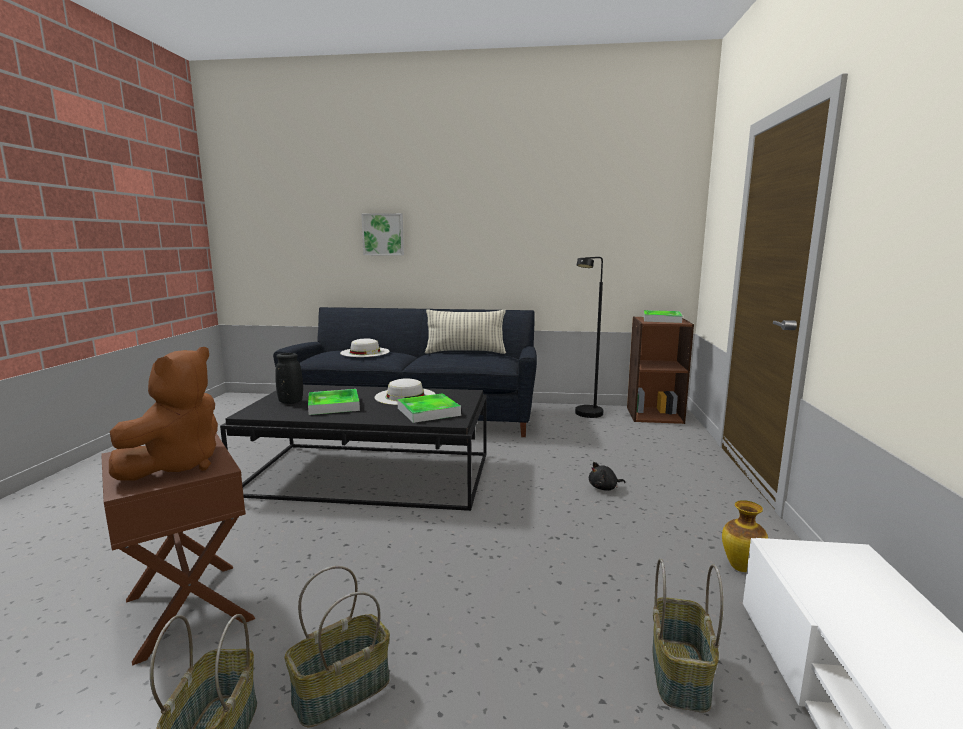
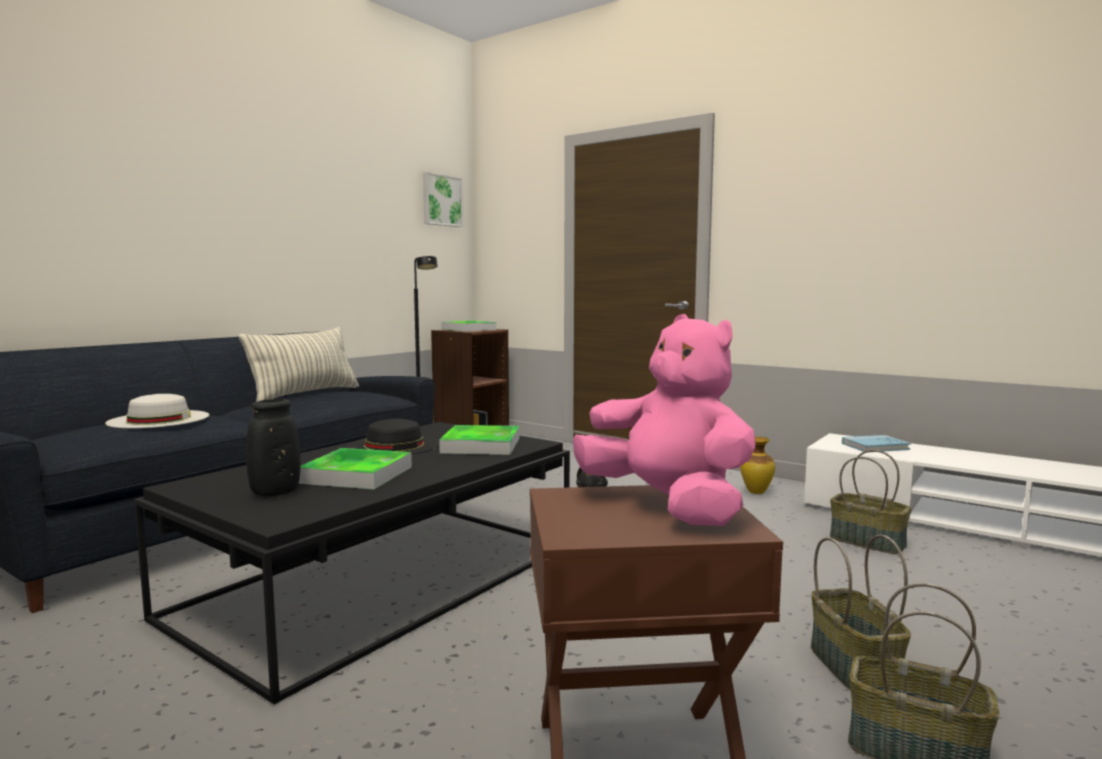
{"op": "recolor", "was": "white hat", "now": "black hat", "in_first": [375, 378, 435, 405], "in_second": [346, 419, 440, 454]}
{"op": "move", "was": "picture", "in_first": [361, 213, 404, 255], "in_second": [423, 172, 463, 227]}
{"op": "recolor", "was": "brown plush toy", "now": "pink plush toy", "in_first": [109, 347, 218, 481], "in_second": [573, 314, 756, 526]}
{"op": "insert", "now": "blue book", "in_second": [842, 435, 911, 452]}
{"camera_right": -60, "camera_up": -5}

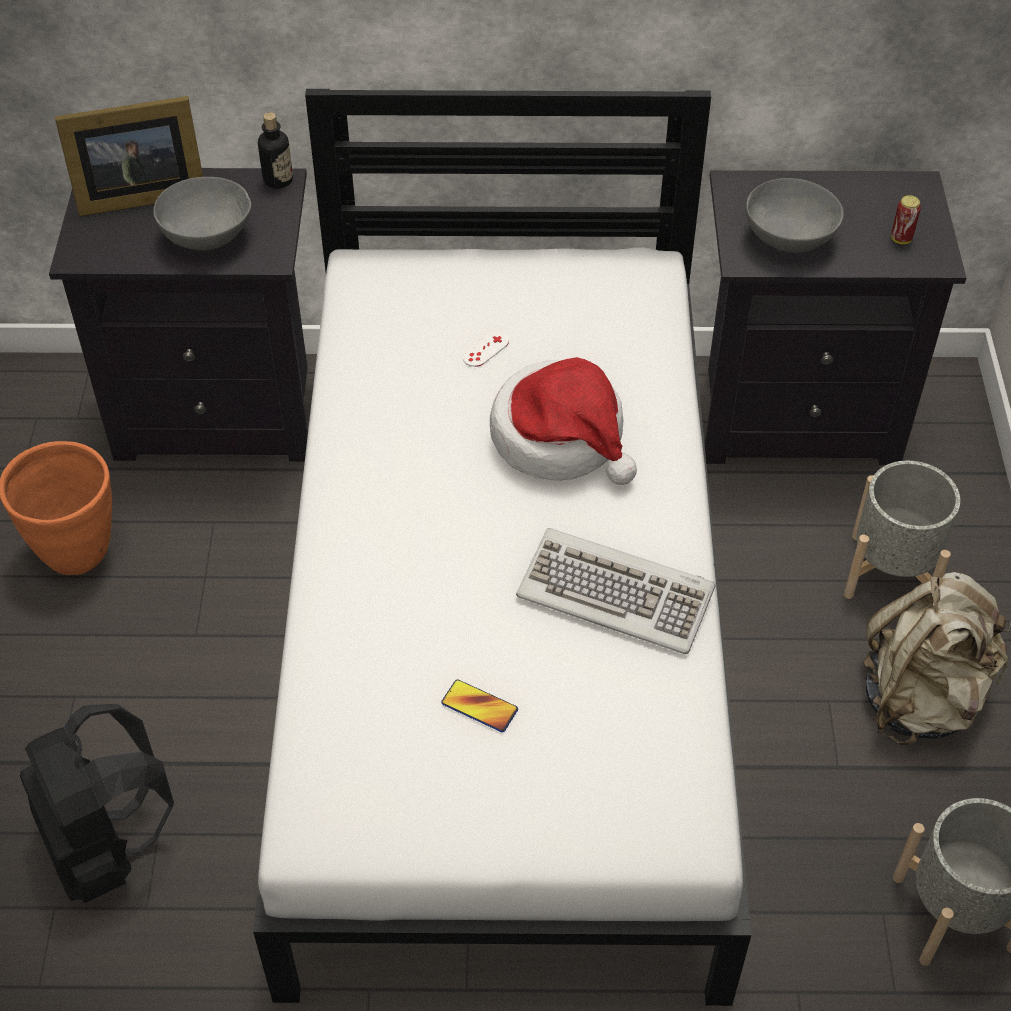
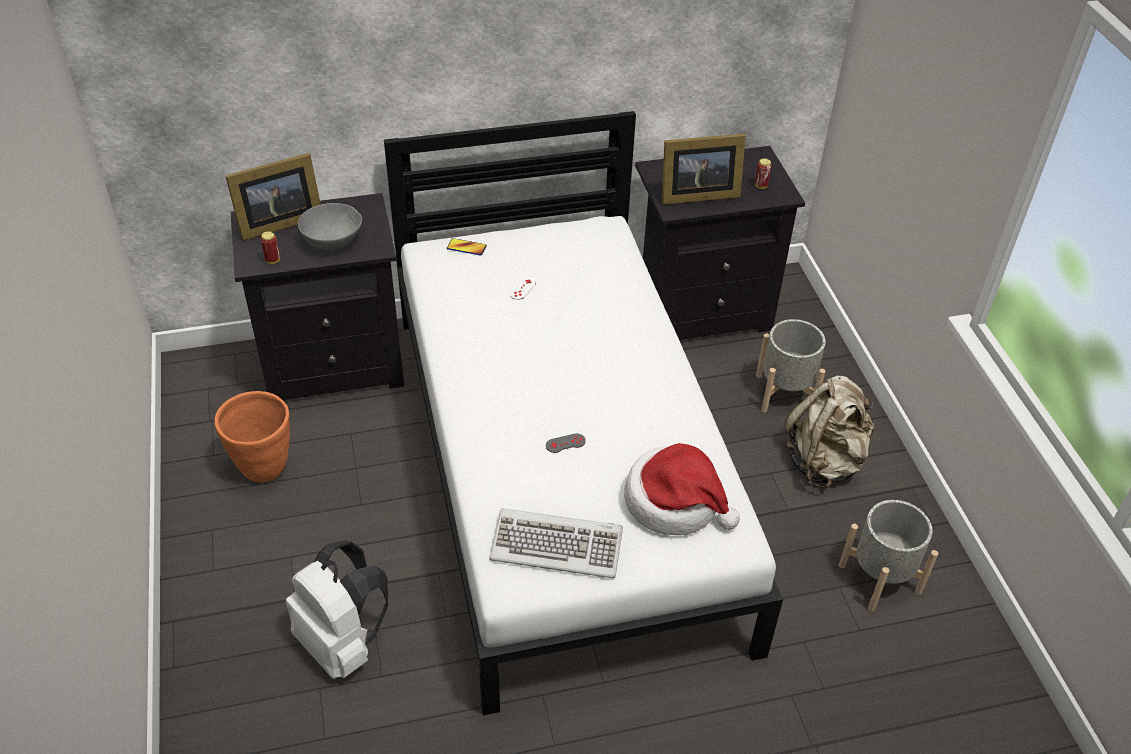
{"op": "insert", "now": "can", "in_second": [261, 231, 280, 264]}
{"op": "recolor", "was": "black backpack", "now": "white backpack", "in_first": [20, 704, 174, 903], "in_second": [286, 540, 388, 679]}
{"op": "move", "was": "phone", "in_first": [441, 680, 518, 732], "in_second": [447, 238, 487, 256]}
{"op": "move", "was": "keyboard", "in_first": [516, 528, 716, 654], "in_second": [489, 508, 623, 578]}
{"op": "insert", "now": "grey game controller", "in_second": [546, 433, 586, 453]}
{"op": "move", "was": "hat", "in_first": [490, 357, 637, 485], "in_second": [624, 443, 740, 535]}
{"op": "replace", "was": "grey bowl", "now": "picture frame", "in_first": [746, 178, 844, 253], "in_second": [662, 133, 746, 205]}
{"op": "delete", "was": "bottle", "in_first": [258, 112, 293, 189]}
{"camera_right": -15, "camera_up": -5}

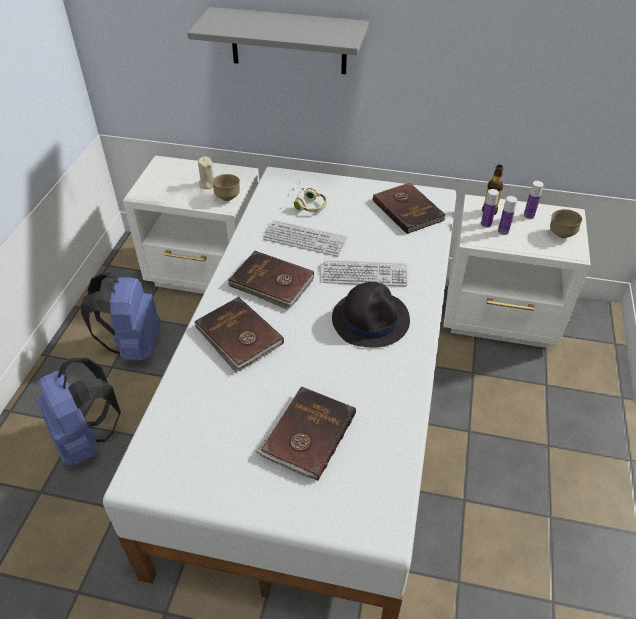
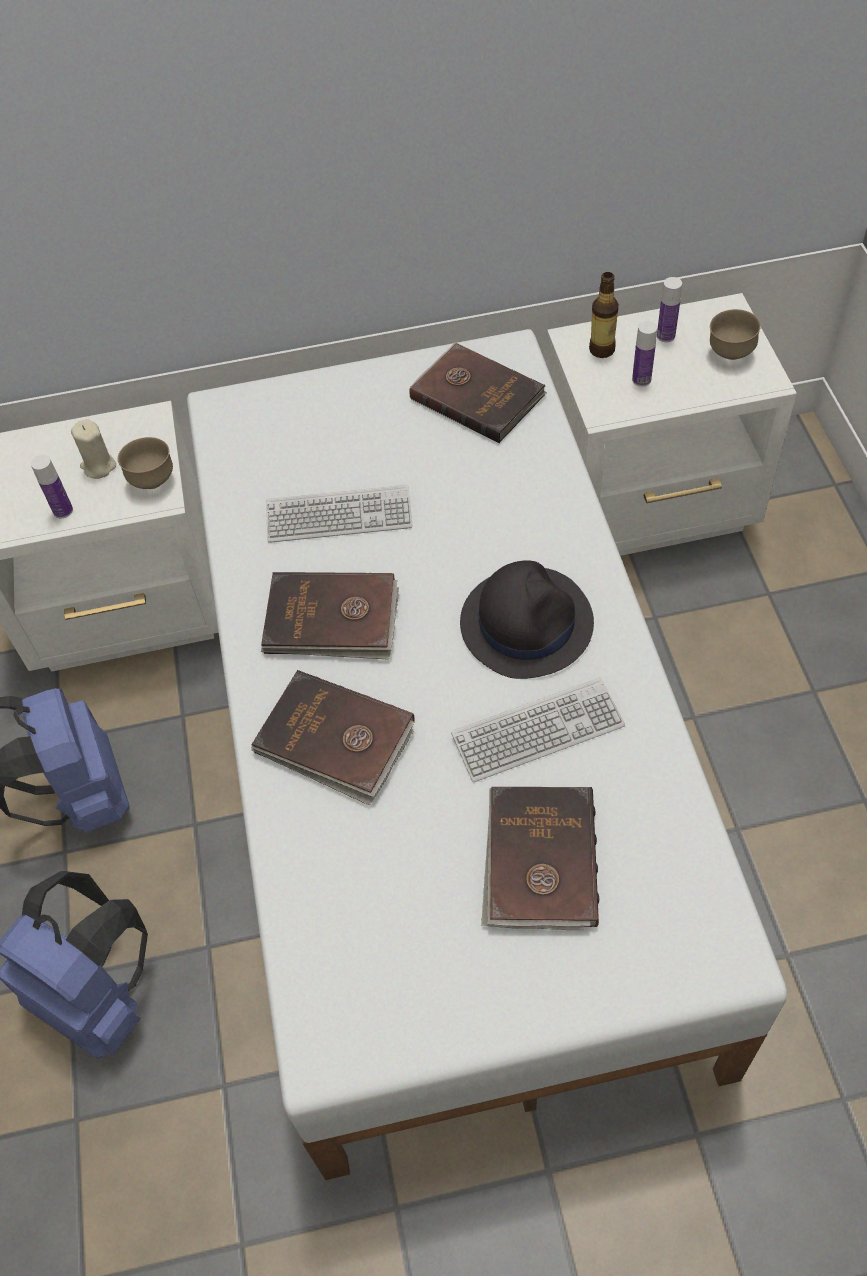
{"op": "move", "was": "bottle", "in_first": [481, 189, 499, 228], "in_second": [31, 455, 73, 518]}
{"op": "move", "was": "keyboard", "in_first": [322, 260, 408, 286], "in_second": [451, 677, 625, 782]}
{"op": "delete", "was": "grey shelf", "in_first": [187, 7, 369, 74]}
{"op": "delete", "was": "beige headphones", "in_first": [292, 180, 327, 212]}
{"camera_right": -20, "camera_up": 10}

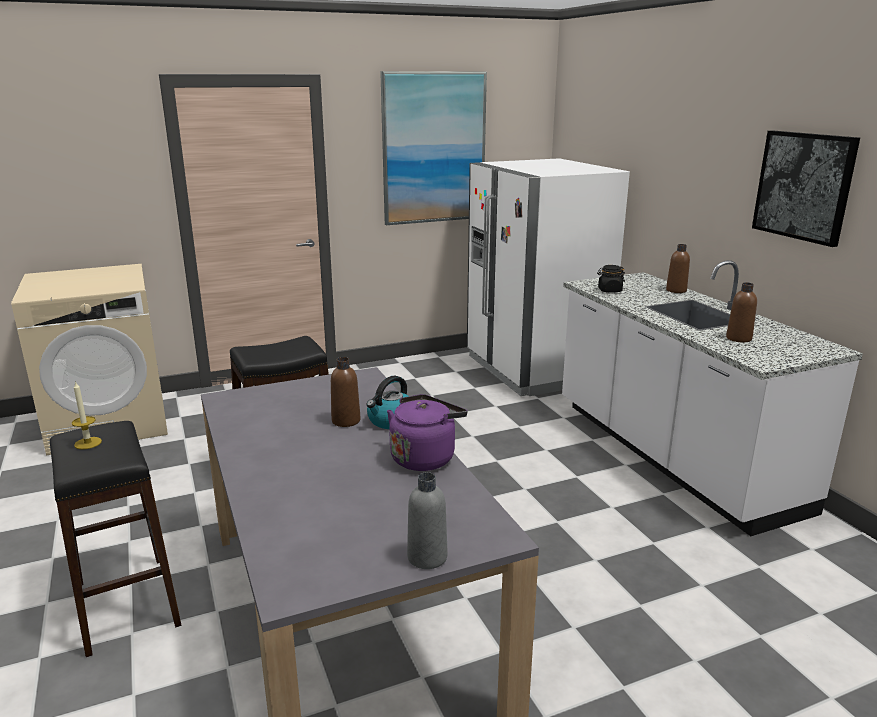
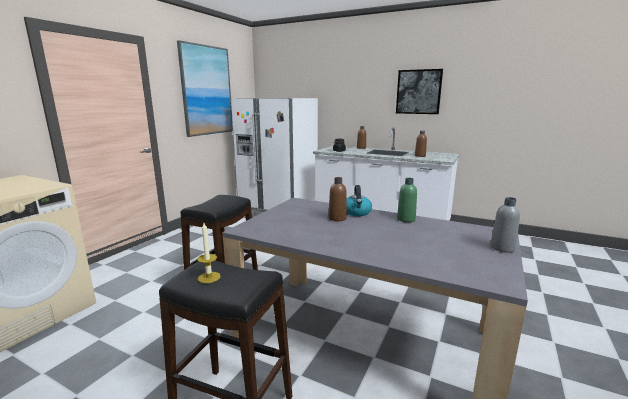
{"op": "replace", "was": "purple kettle", "now": "green bottle", "in_first": [387, 394, 467, 471], "in_second": [397, 178, 417, 222]}
{"camera_right": -40, "camera_up": -5}

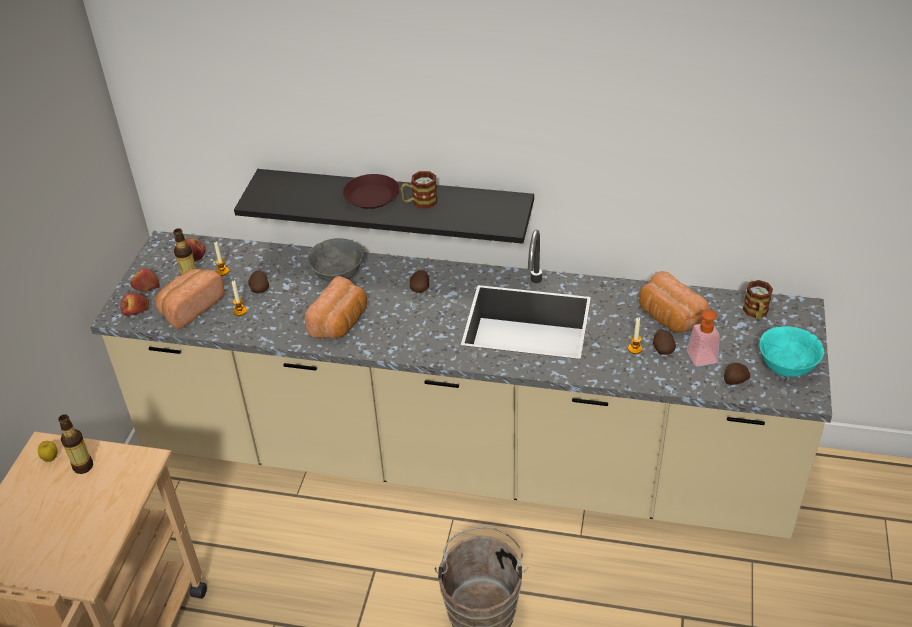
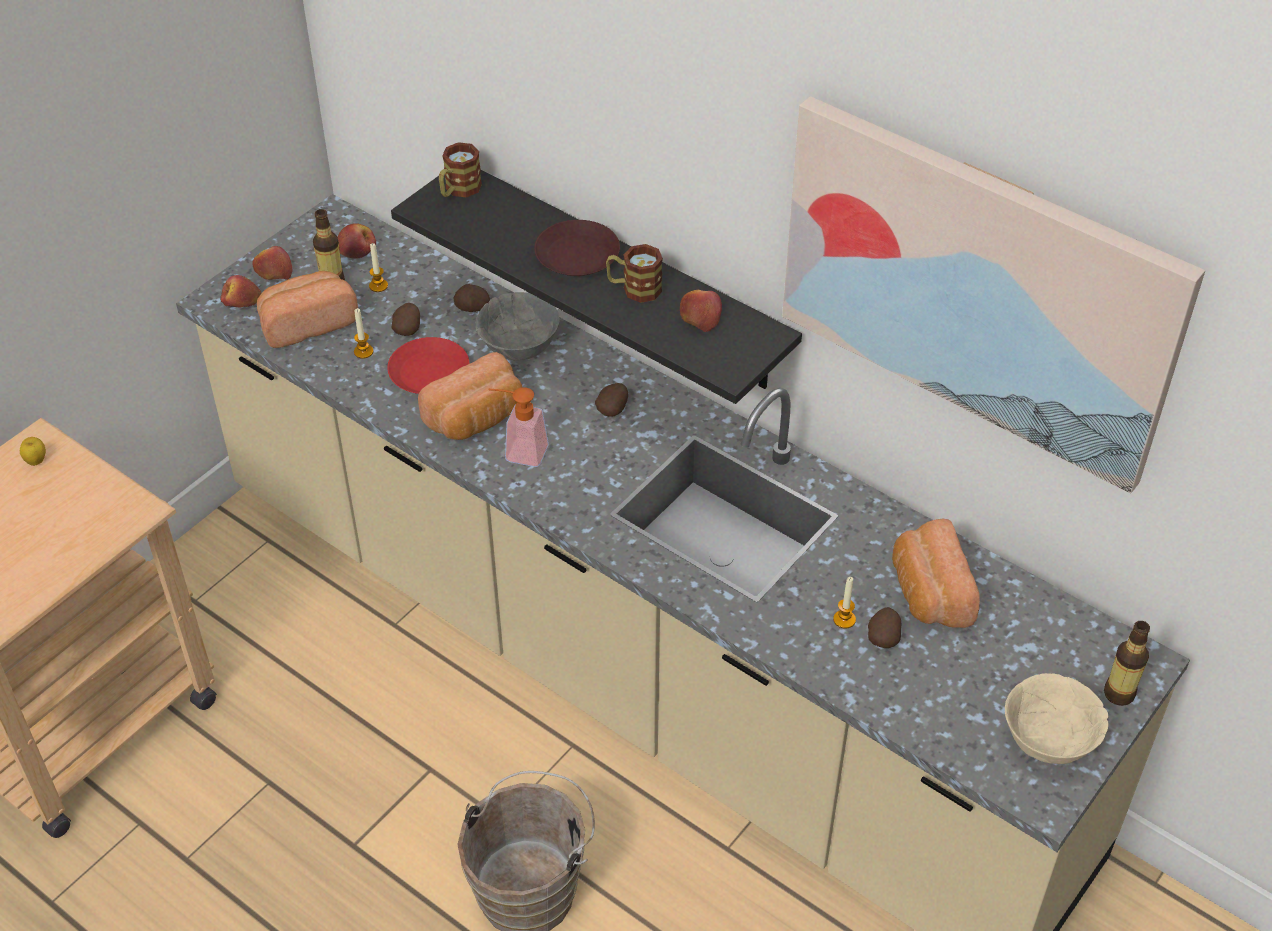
{"op": "insert", "now": "red plate", "in_second": [387, 337, 469, 394]}
{"op": "move", "was": "mug", "in_first": [743, 280, 773, 321], "in_second": [439, 142, 482, 198]}
{"op": "move", "was": "potato", "in_first": [724, 363, 750, 385], "in_second": [453, 284, 490, 312]}
{"op": "move", "was": "soap dispenser", "in_first": [685, 310, 720, 367], "in_second": [488, 387, 549, 467]}
{"op": "insert", "now": "apple", "in_second": [680, 290, 722, 332]}
{"op": "insert", "now": "picture", "in_second": [782, 96, 1205, 493]}
{"op": "recolor", "was": "turquoise bowl", "now": "beige bowl", "in_first": [759, 326, 824, 377], "in_second": [1005, 673, 1109, 764]}
{"op": "move", "was": "bottle", "in_first": [58, 414, 93, 474], "in_second": [1104, 621, 1150, 706]}
{"camera_right": 25, "camera_up": 5}

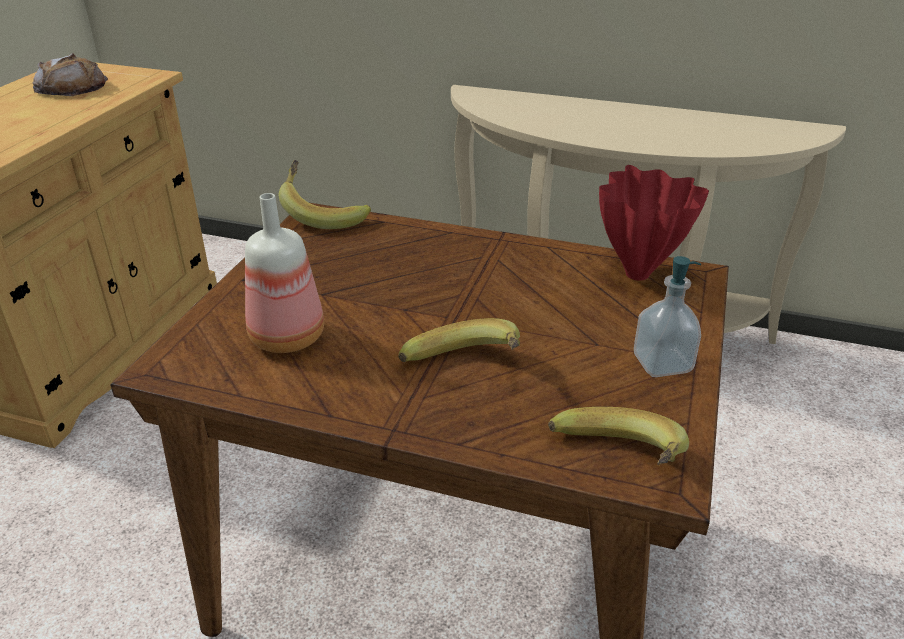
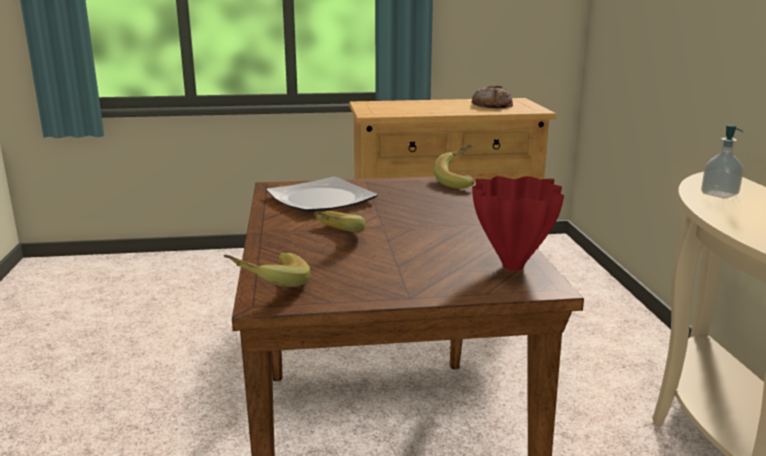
{"op": "replace", "was": "bottle", "now": "plate", "in_first": [245, 193, 324, 353], "in_second": [266, 177, 378, 212]}
{"op": "move", "was": "soap dispenser", "in_first": [634, 256, 701, 377], "in_second": [701, 125, 744, 198]}
{"camera_right": 65, "camera_up": -15}

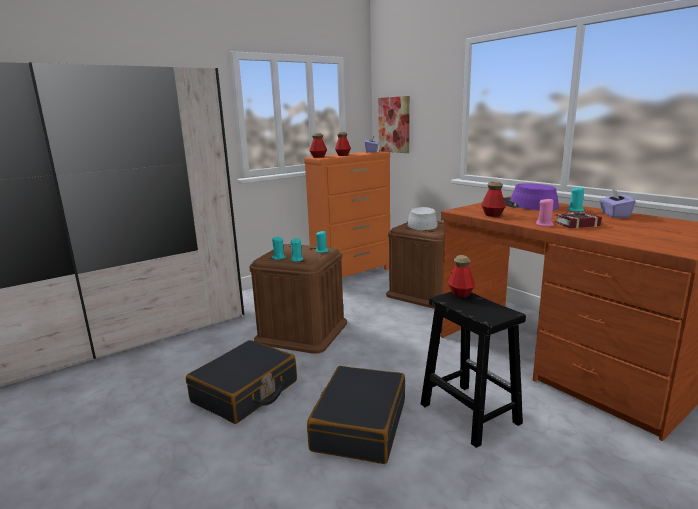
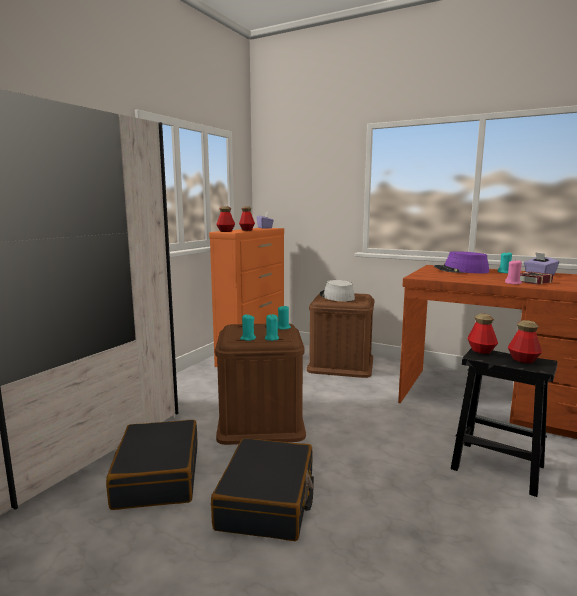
{"op": "move", "was": "black suitcase", "in_first": [307, 366, 405, 464], "in_second": [106, 420, 198, 510]}
{"op": "move", "was": "bottle", "in_first": [481, 181, 506, 217], "in_second": [508, 320, 542, 364]}
{"op": "delete", "was": "picture", "in_first": [378, 96, 410, 153]}
{"camera_right": -25, "camera_up": -5}

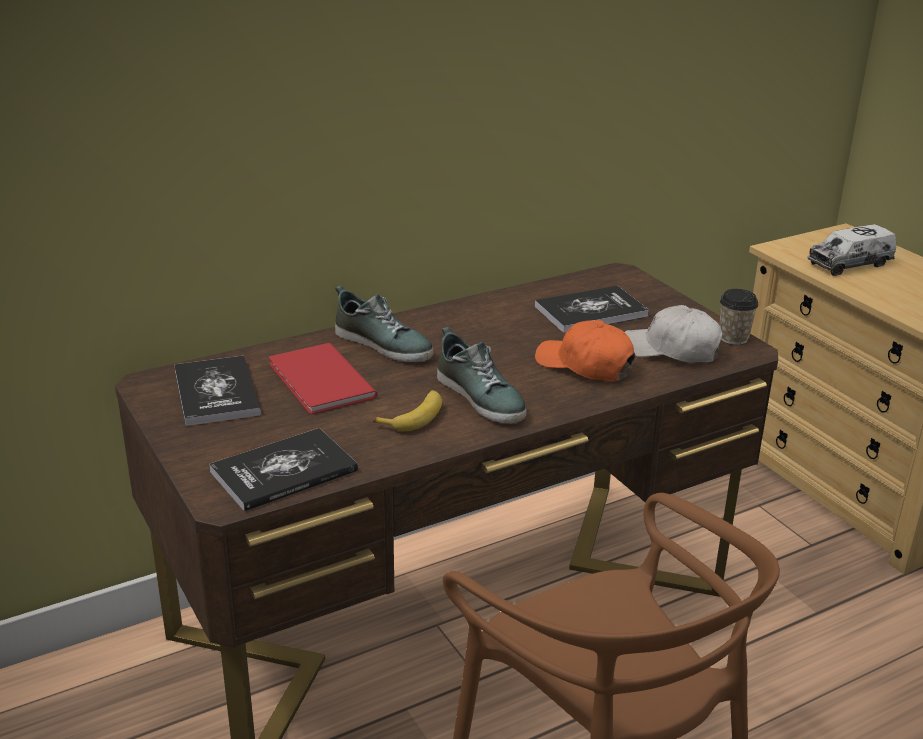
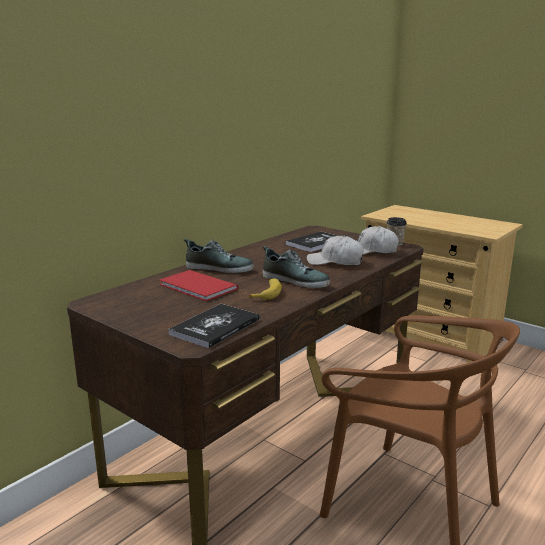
{"op": "recolor", "was": "orange cap", "now": "white cap", "in_first": [535, 320, 635, 381], "in_second": [307, 236, 364, 265]}
{"op": "delete", "was": "book", "in_first": [174, 356, 261, 426]}
{"op": "delete", "was": "toy truck", "in_first": [808, 224, 896, 276]}
{"camera_right": -20, "camera_up": -10}

